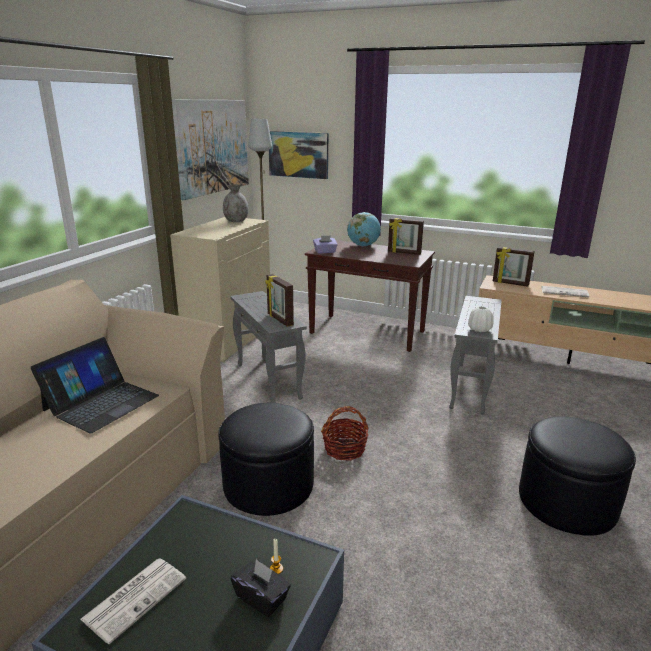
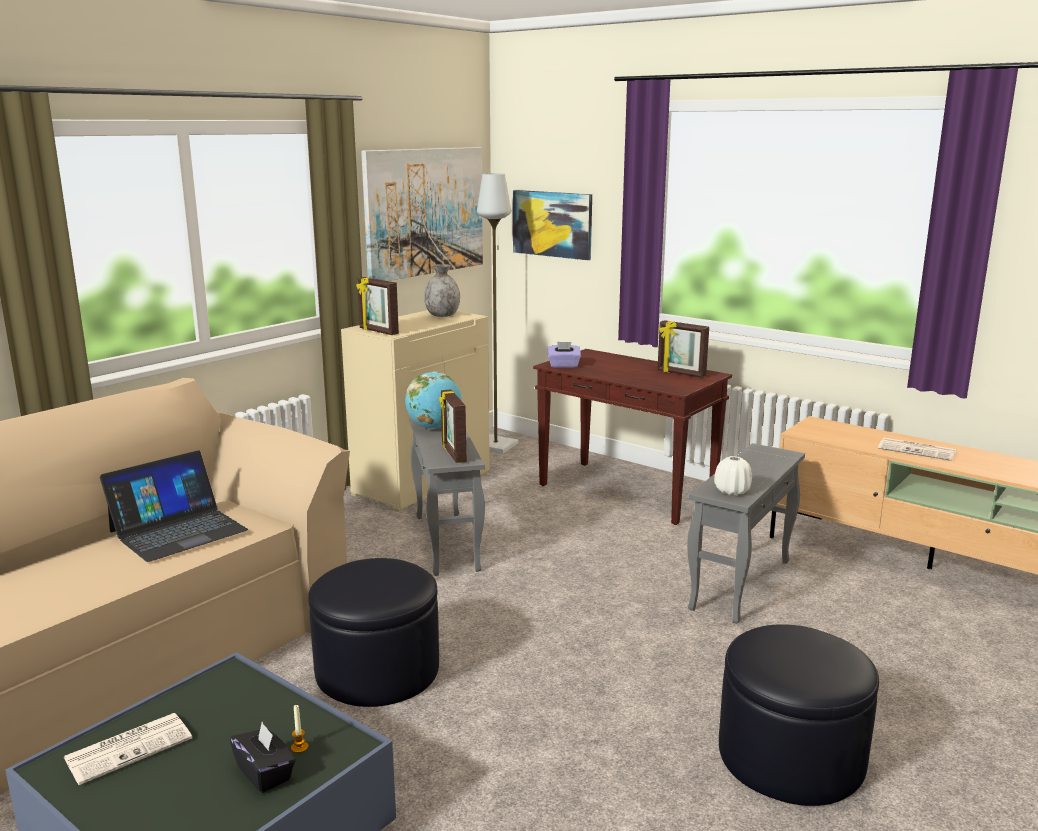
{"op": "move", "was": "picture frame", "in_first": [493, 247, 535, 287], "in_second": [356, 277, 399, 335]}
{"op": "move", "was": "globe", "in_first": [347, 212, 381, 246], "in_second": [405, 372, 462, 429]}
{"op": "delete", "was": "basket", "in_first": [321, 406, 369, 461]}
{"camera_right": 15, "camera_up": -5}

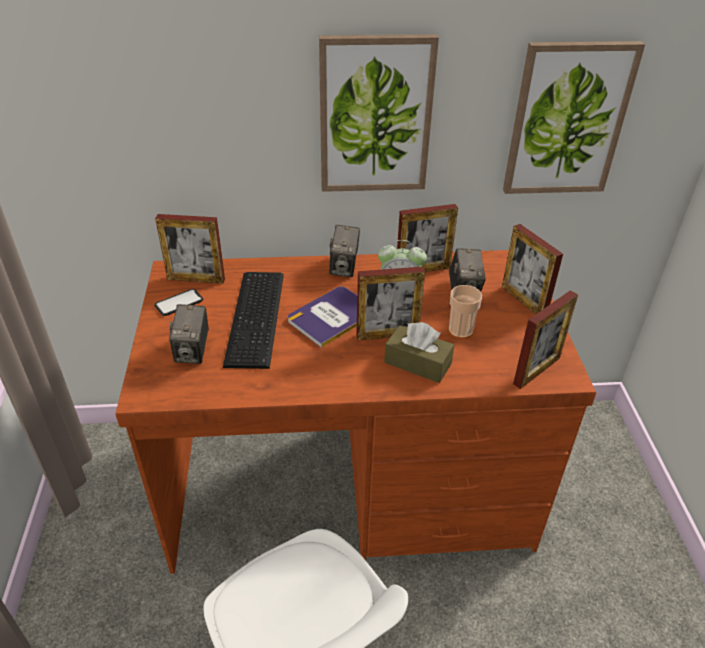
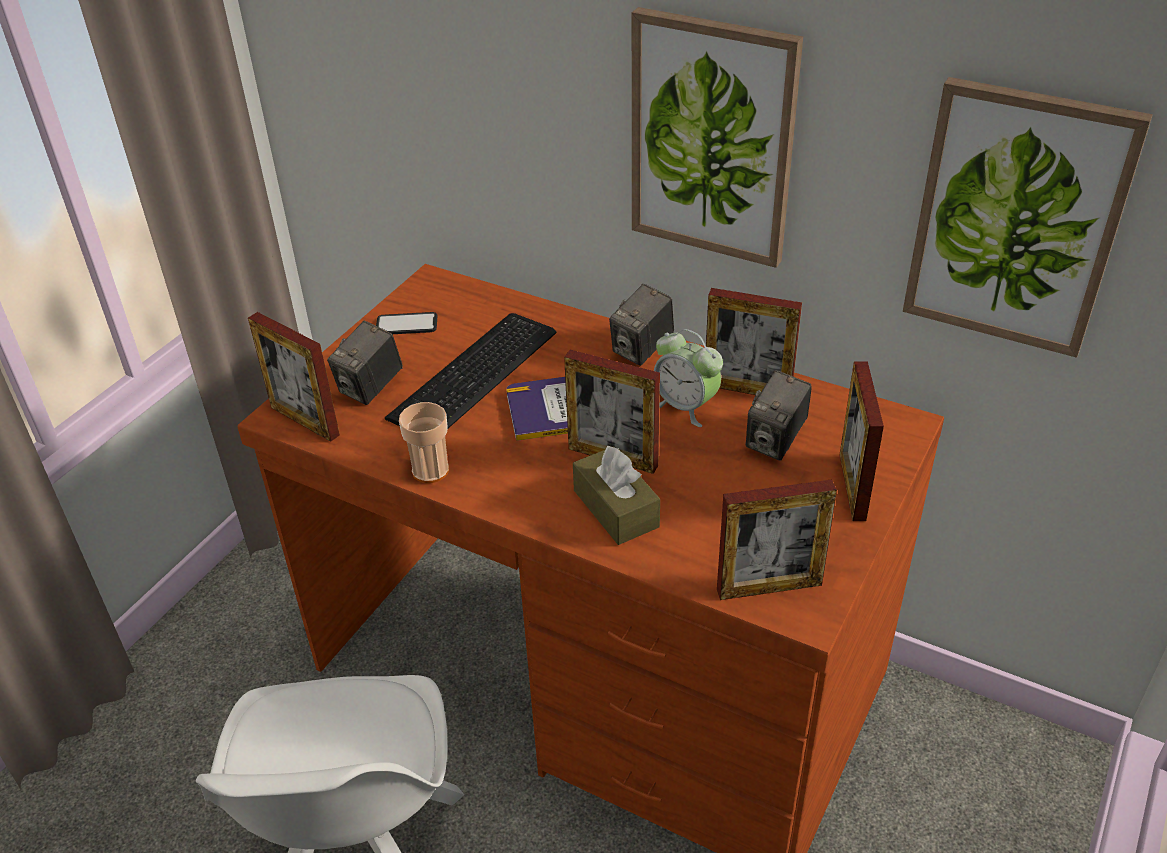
{"op": "move", "was": "picture frame", "in_first": [155, 214, 225, 283], "in_second": [248, 312, 340, 442]}
{"op": "move", "was": "cup", "in_first": [449, 285, 482, 339], "in_second": [399, 402, 449, 483]}
{"camera_right": 35, "camera_up": 0}

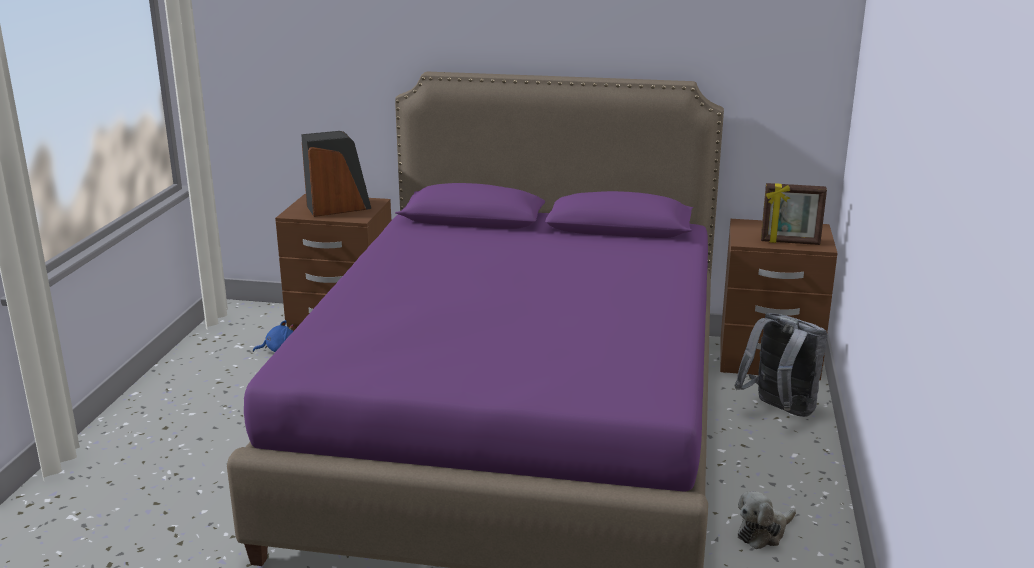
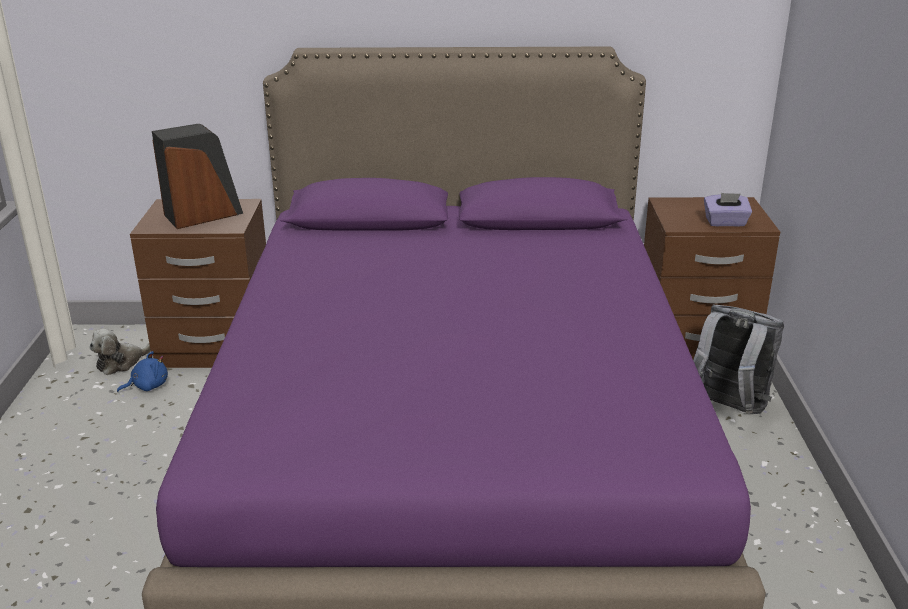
{"op": "move", "was": "plush toy", "in_first": [738, 491, 796, 549], "in_second": [89, 329, 151, 375]}
{"op": "replace", "was": "picture frame", "now": "purple tissue box", "in_first": [761, 183, 827, 245], "in_second": [704, 193, 752, 226]}
{"camera_right": -10, "camera_up": 5}

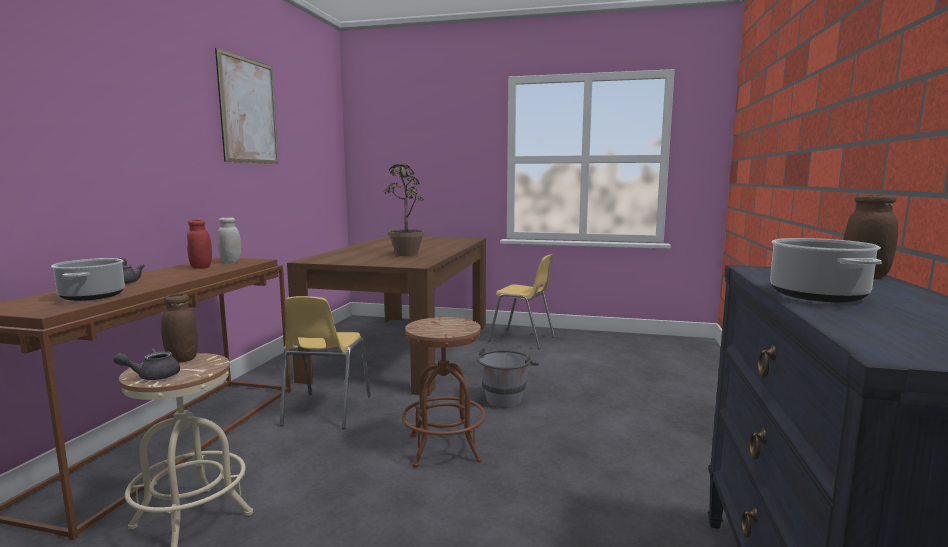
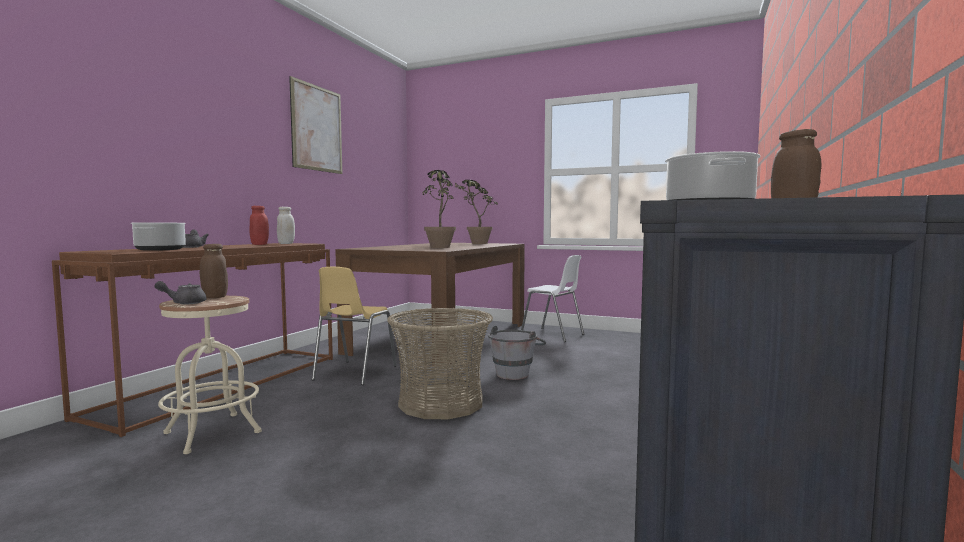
{"op": "replace", "was": "brown stool", "now": "basket", "in_first": [402, 317, 486, 468], "in_second": [387, 308, 493, 419]}
{"op": "insert", "now": "potted plant", "in_second": [455, 180, 498, 244]}
{"op": "recolor", "was": "yellow chair", "now": "white chair", "in_first": [488, 254, 555, 349], "in_second": [521, 255, 584, 342]}
{"camera_right": 10, "camera_up": -5}

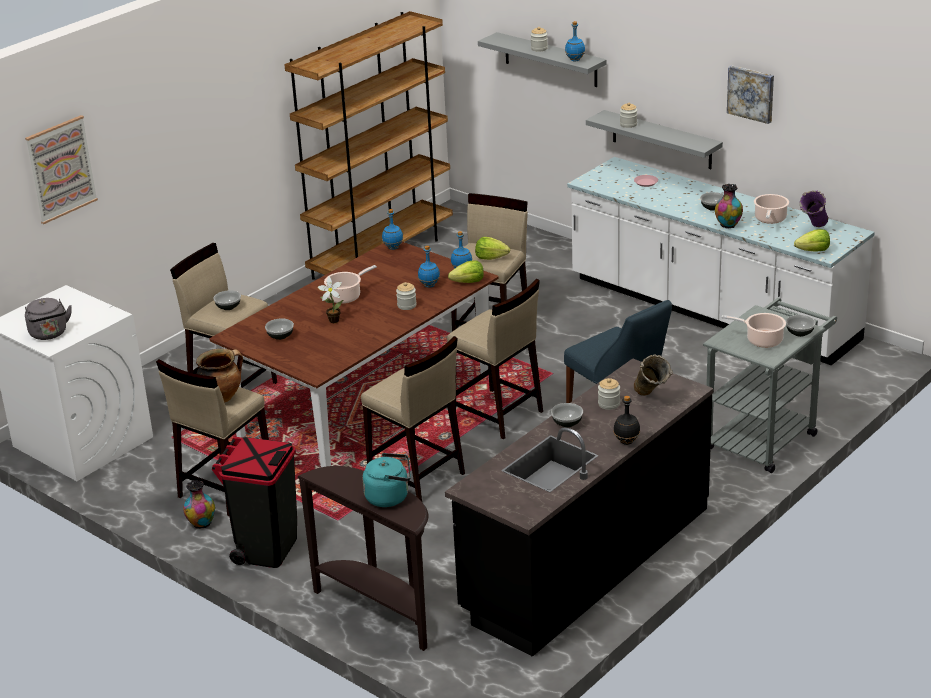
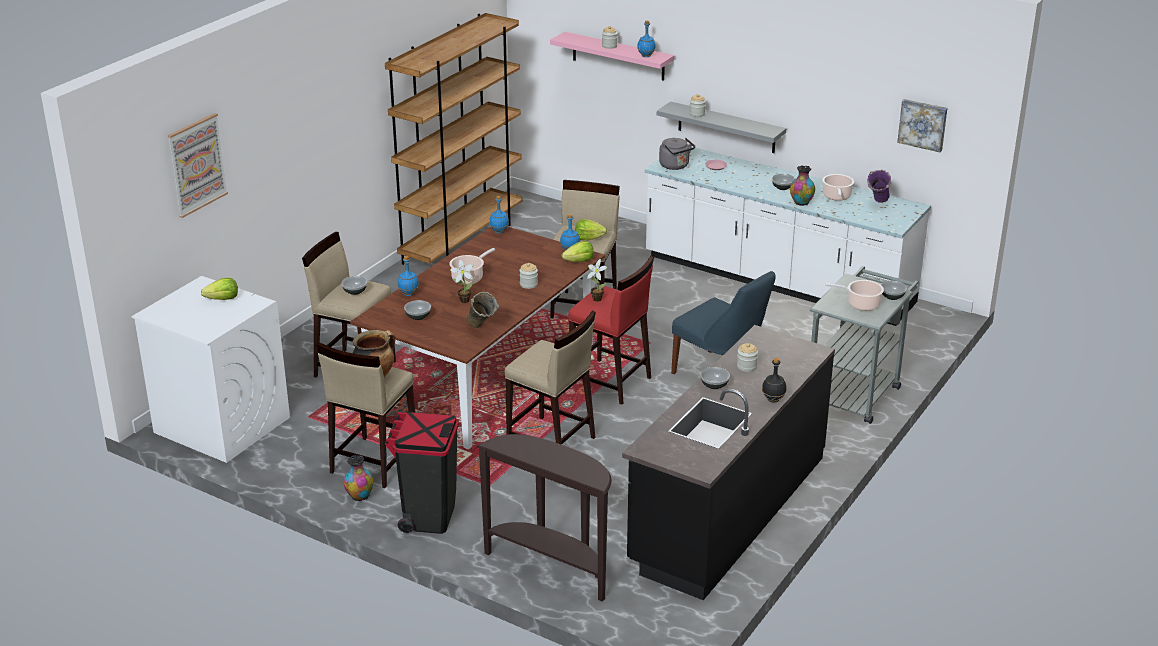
{"op": "move", "was": "lettuce", "in_first": [794, 229, 830, 252], "in_second": [201, 278, 238, 300]}
{"op": "move", "was": "blue bottle", "in_first": [418, 245, 440, 288], "in_second": [398, 256, 419, 296]}
{"op": "move", "was": "beige vase", "in_first": [634, 354, 673, 396], "in_second": [467, 292, 499, 328]}
{"op": "recolor", "was": "grey shelf", "now": "pink shelf", "in_first": [478, 32, 607, 87], "in_second": [550, 32, 674, 81]}
{"op": "recolor", "was": "beige stool", "now": "red stool", "in_first": [447, 279, 543, 439], "in_second": [568, 256, 654, 405]}
{"op": "insert", "now": "potted plant", "in_second": [587, 259, 607, 302]}
{"op": "move", "was": "grey kettle", "in_first": [25, 298, 72, 340], "in_second": [659, 137, 695, 170]}
{"op": "move", "was": "picture", "in_first": [727, 65, 774, 124], "in_second": [897, 99, 948, 152]}
{"op": "delete", "was": "turquoise kettle", "in_first": [363, 453, 411, 507]}
{"camera_right": -10, "camera_up": 0}

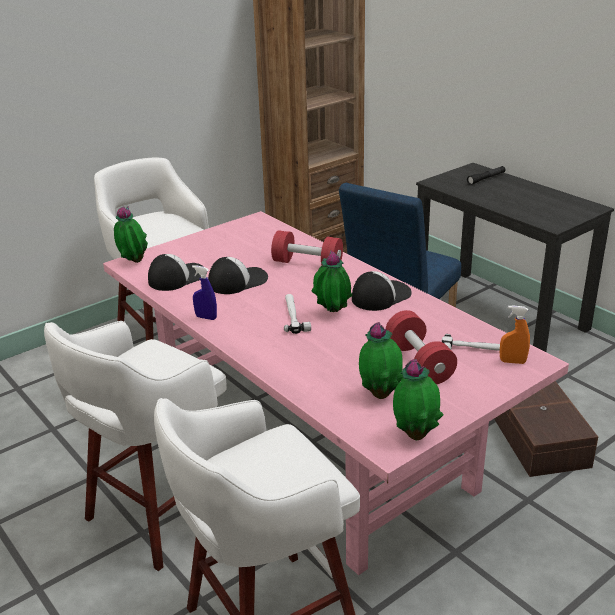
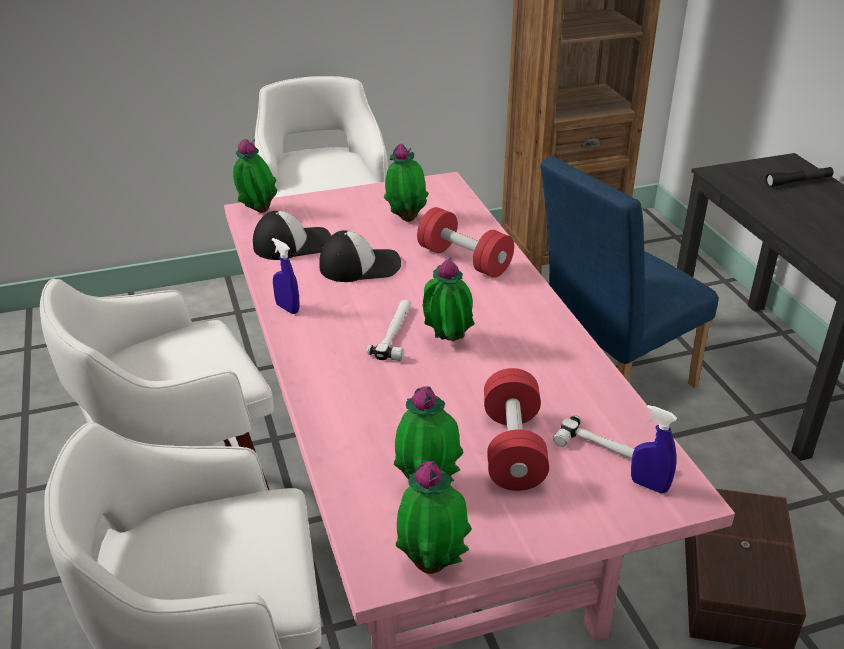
{"op": "insert", "now": "potted plant", "in_second": [384, 144, 429, 222]}
{"op": "recolor", "was": "orange spray bottle", "now": "blue spray bottle", "in_first": [500, 305, 530, 364], "in_second": [631, 405, 677, 493]}
{"op": "delete", "was": "cap", "in_first": [352, 271, 412, 311]}
{"camera_right": 20, "camera_up": 5}

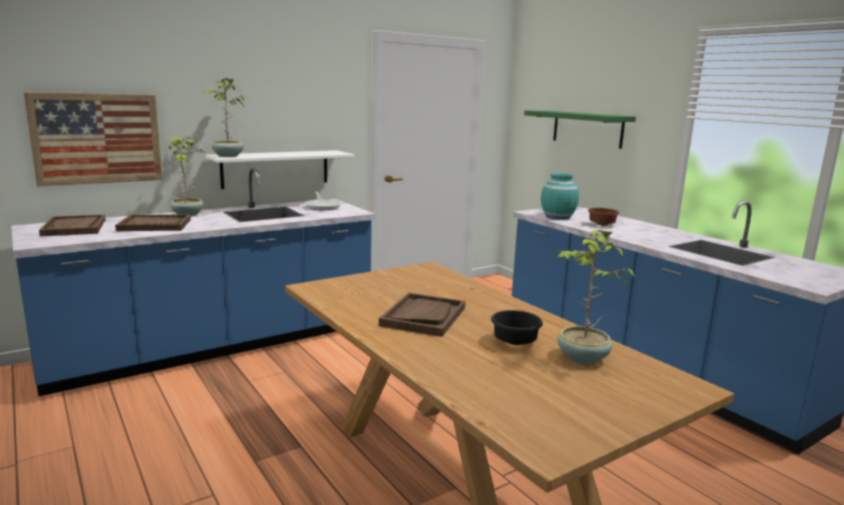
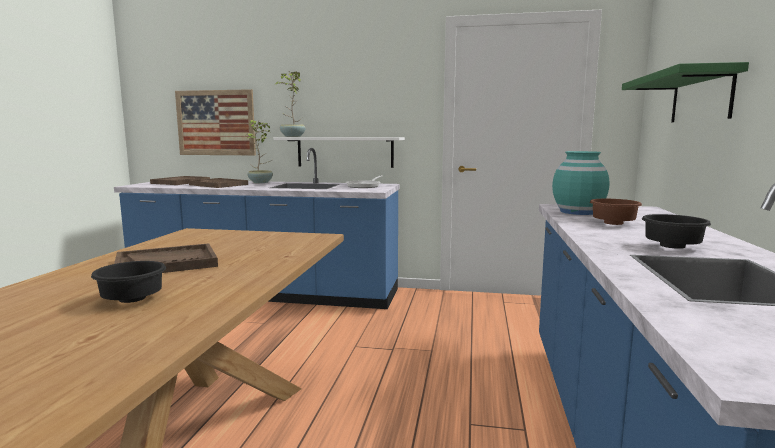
{"op": "insert", "now": "black bowl", "in_second": [642, 214, 711, 249]}
{"op": "delete", "was": "potted plant", "in_first": [557, 228, 635, 365]}
{"camera_right": 45, "camera_up": -5}

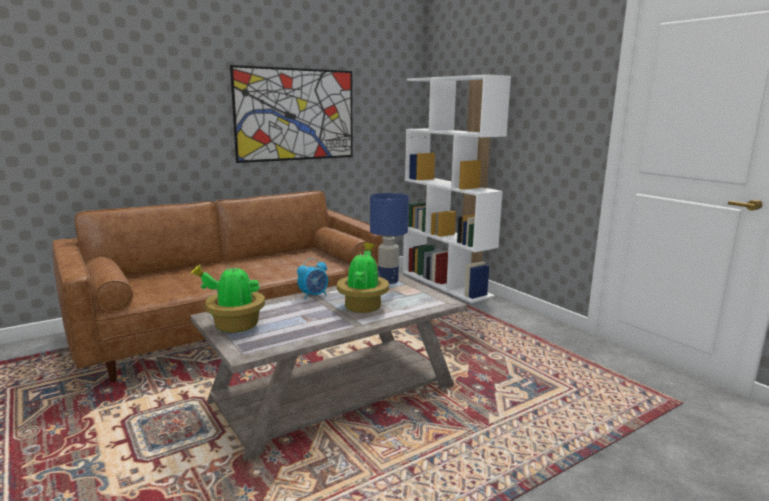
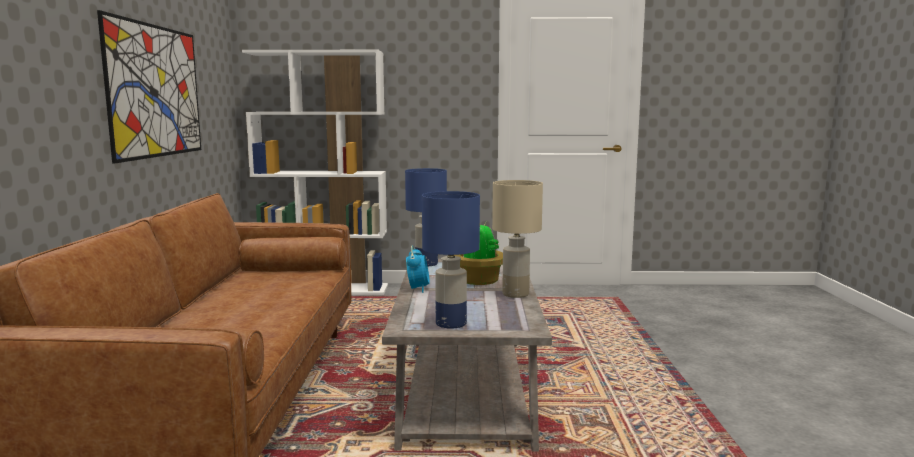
{"op": "replace", "was": "potted plant", "now": "blue table lamp", "in_first": [190, 264, 265, 333], "in_second": [422, 191, 480, 328]}
{"op": "insert", "now": "beige table lamp", "in_second": [492, 180, 543, 298]}
{"camera_right": -55, "camera_up": -5}

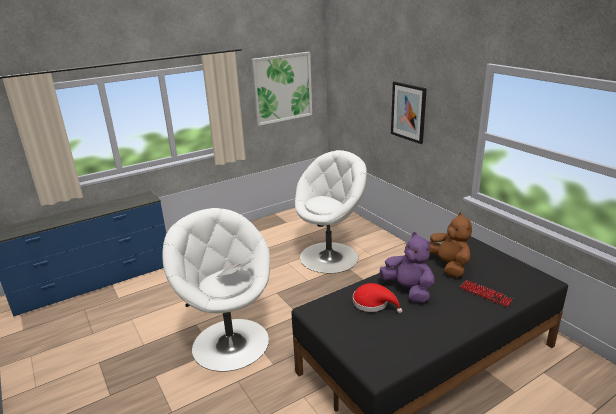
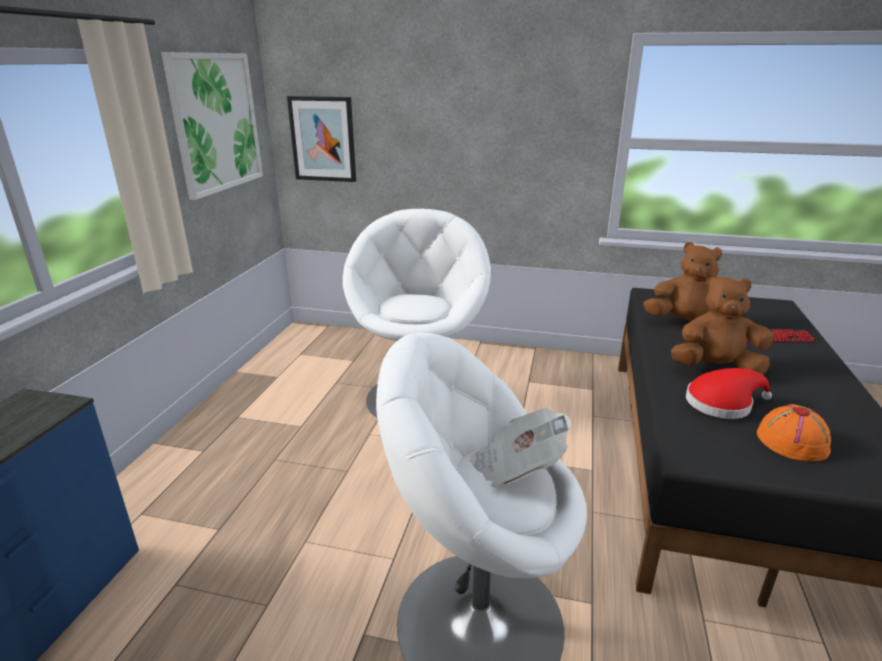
{"op": "move", "was": "picture", "in_first": [391, 81, 427, 144], "in_second": [287, 96, 356, 182]}
{"op": "recolor", "was": "purple plush toy", "now": "brown plush toy", "in_first": [380, 232, 435, 303], "in_second": [671, 274, 774, 375]}
{"op": "insert", "now": "orange hat", "in_second": [757, 404, 831, 461]}
{"camera_right": -45, "camera_up": 0}

